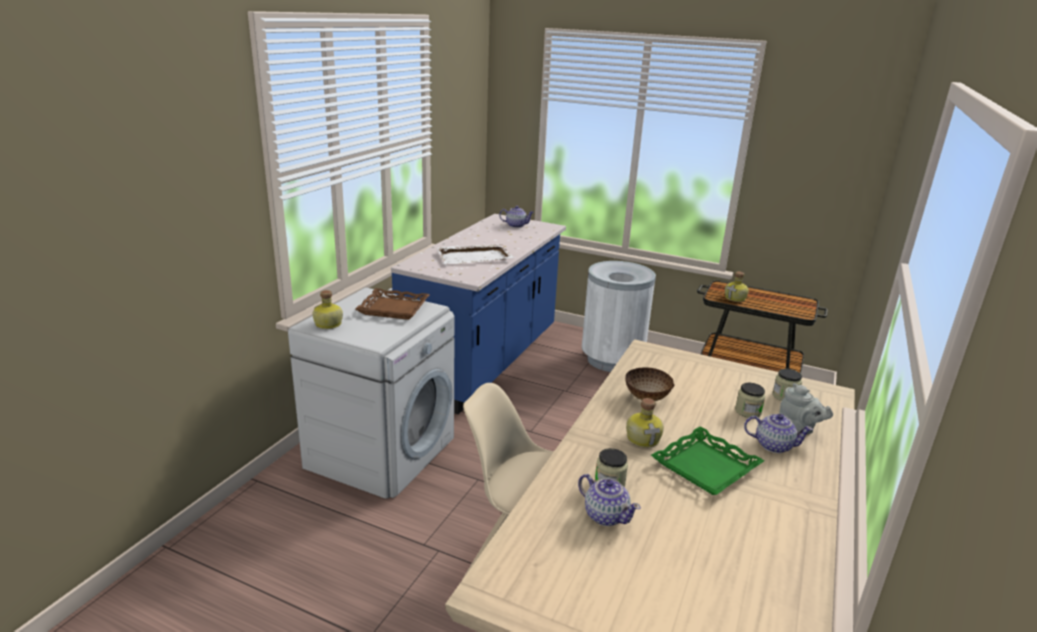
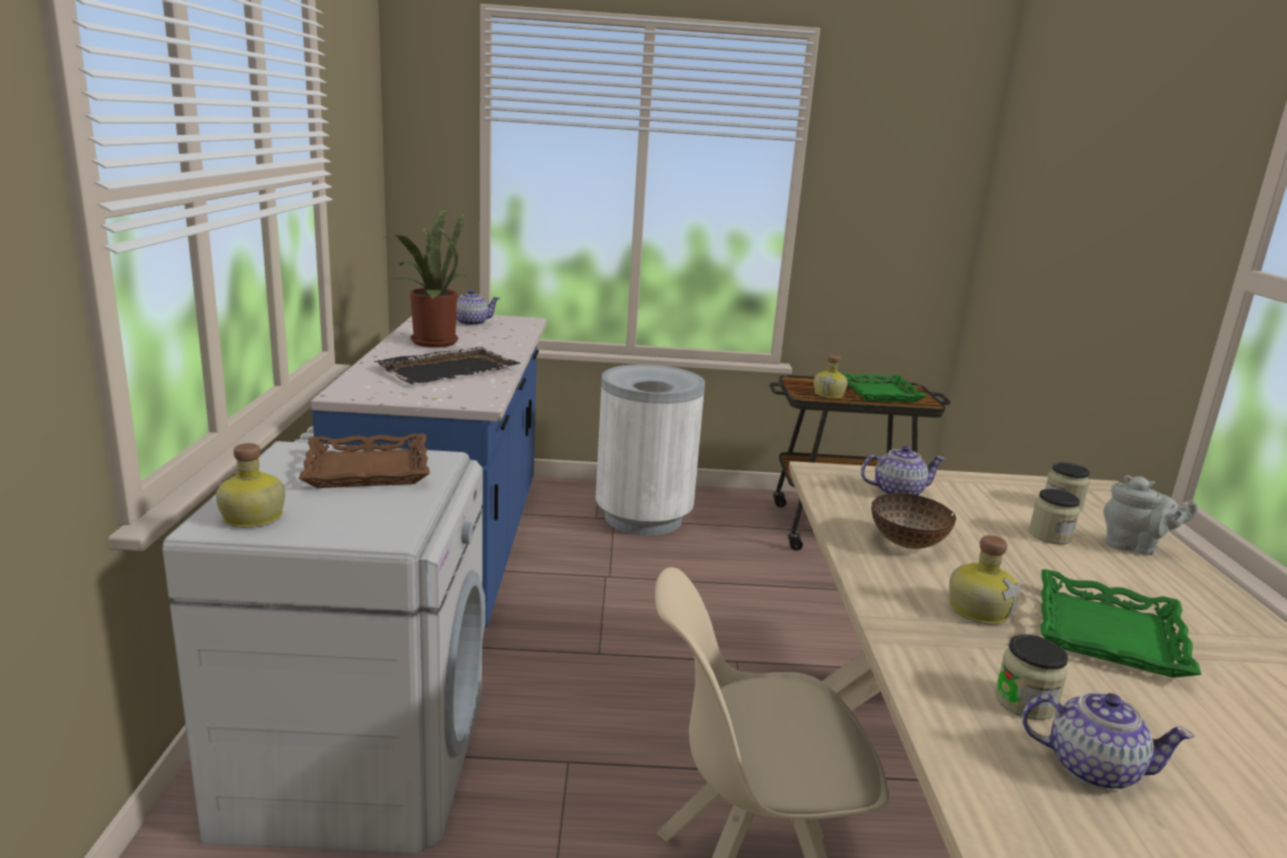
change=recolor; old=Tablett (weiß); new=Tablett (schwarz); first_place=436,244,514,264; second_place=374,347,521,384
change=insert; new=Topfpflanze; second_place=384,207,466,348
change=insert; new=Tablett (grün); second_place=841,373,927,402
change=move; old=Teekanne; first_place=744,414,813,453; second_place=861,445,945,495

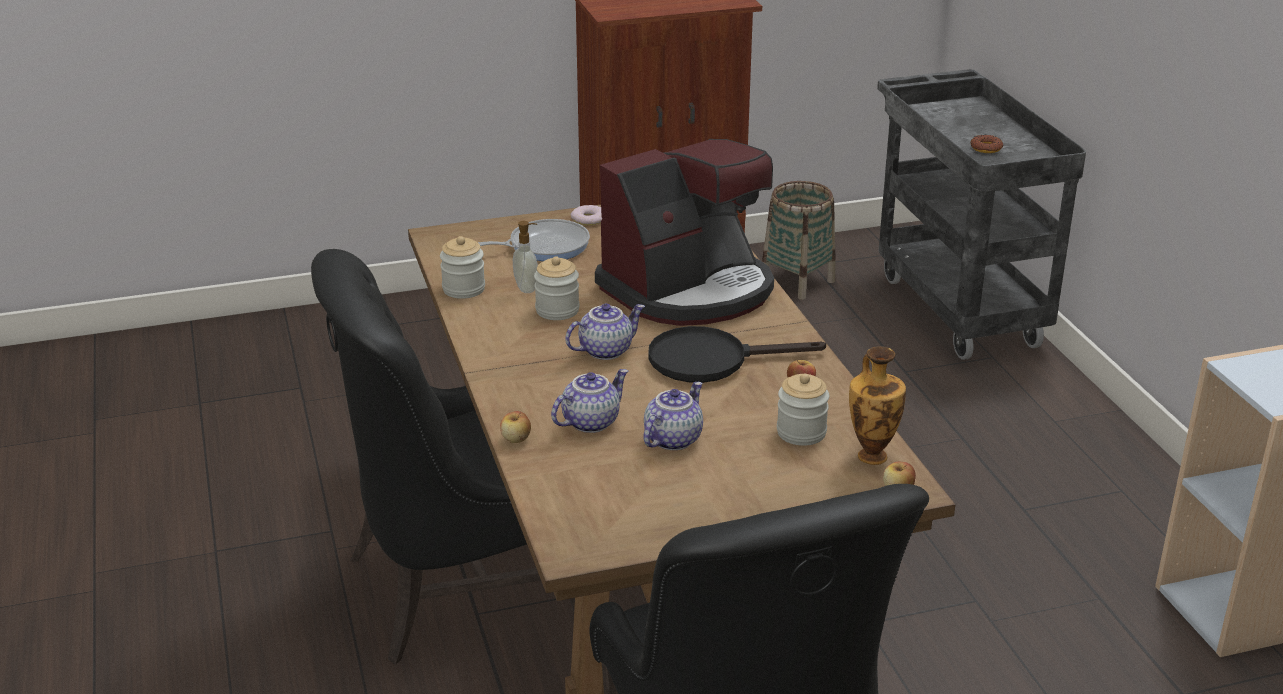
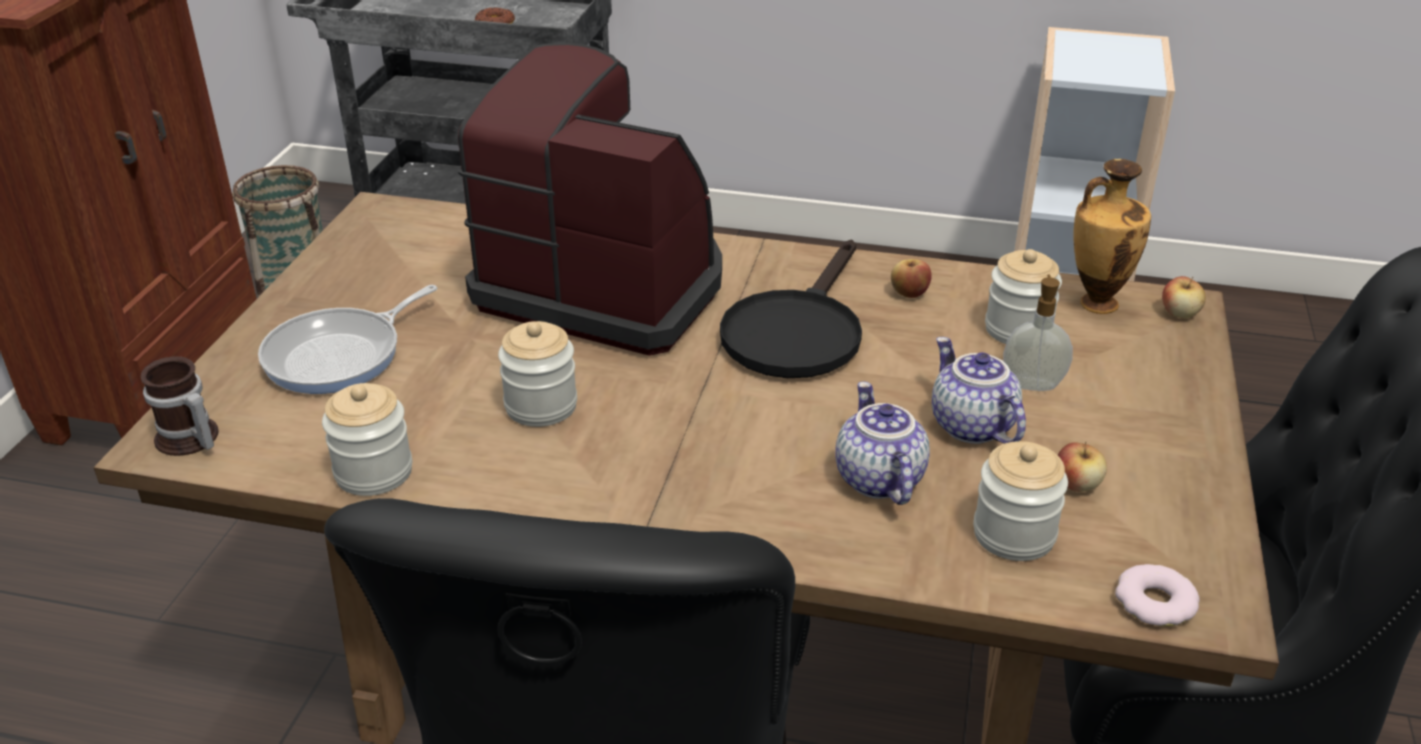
change=insert; new=Henkelbecher; second_place=141,356,219,456
change=rotate; old=Pfanne; first_place=478,219,590,261; second_place=258,285,438,394; degrees=-150
change=rotate; old=Kaffeemaschine; first_place=595,139,774,326; second_place=458,43,722,356; degrees=-60
change=insert; new=Vorratsglas; second_place=973,441,1068,561
change=move; old=Seifenspender; first_place=513,221,538,293; second_place=1003,274,1073,391
change=move; old=Apfel; first_place=500,411,531,443; second_place=1058,442,1107,492
change=move; old=Donut; first_place=571,205,602,225; second_place=1115,564,1200,627
change=delete; old=Teekanne; first_place=565,303,645,360

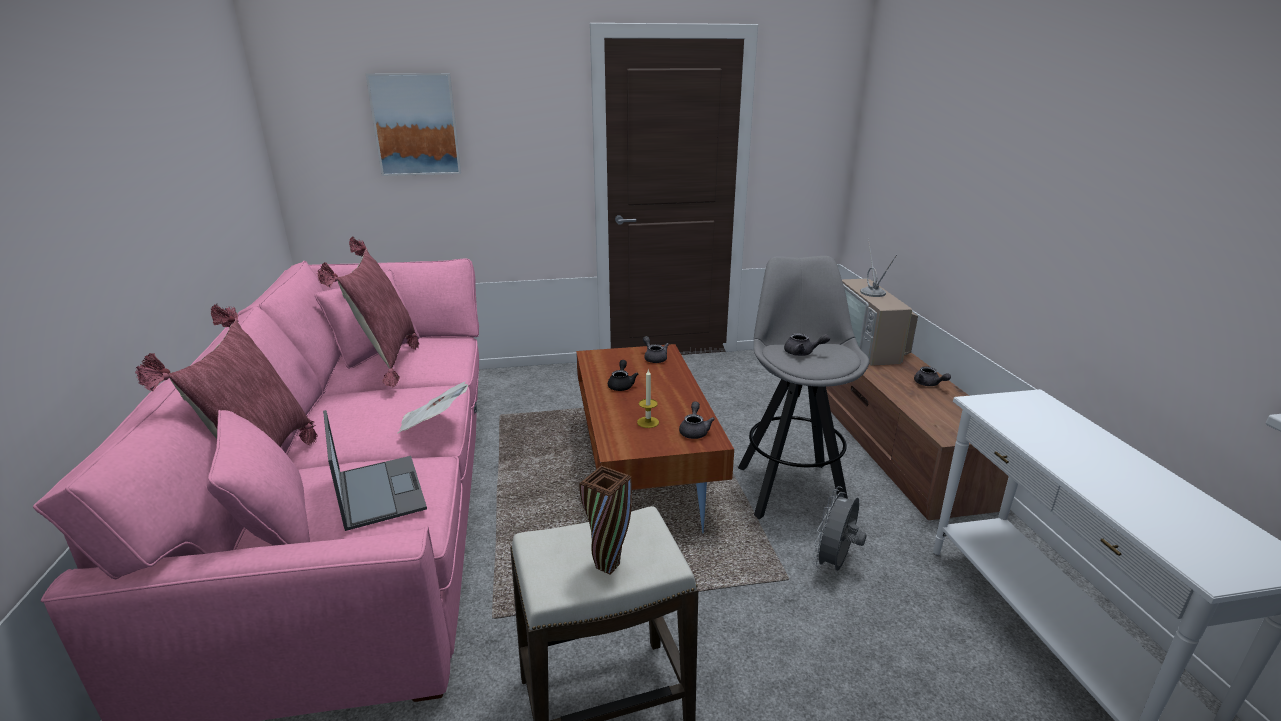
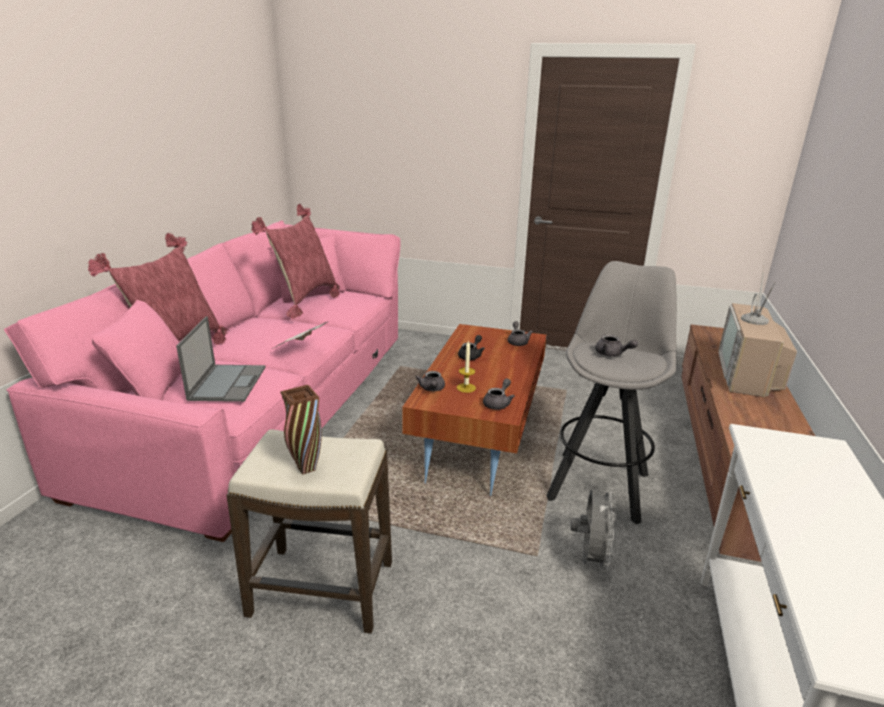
change=move; old=Teekanne (grau); first_place=914,366,951,386; second_place=416,371,445,391
change=rotate; old=Ventilator (grau); first_place=812,486,866,571; second_place=571,487,616,572; degrees=135
change=delete; old=Bild; first_place=366,73,461,176

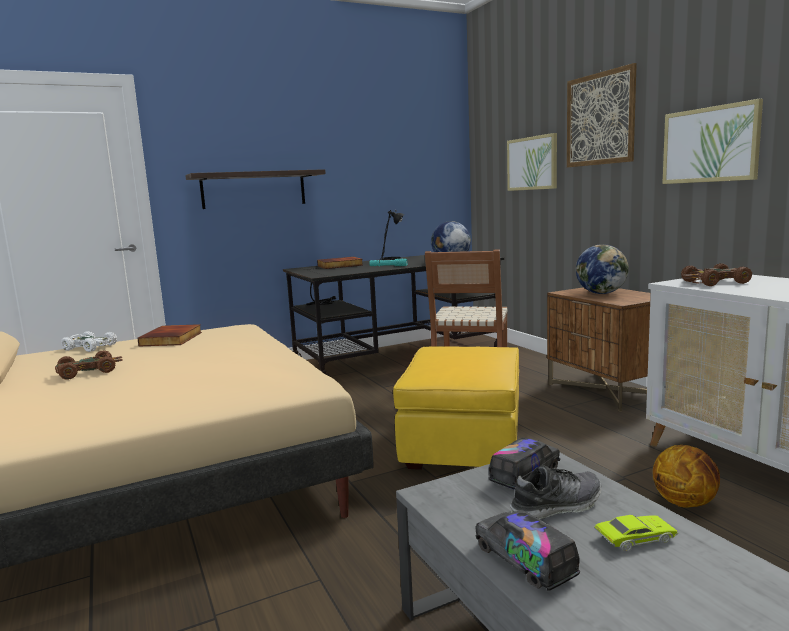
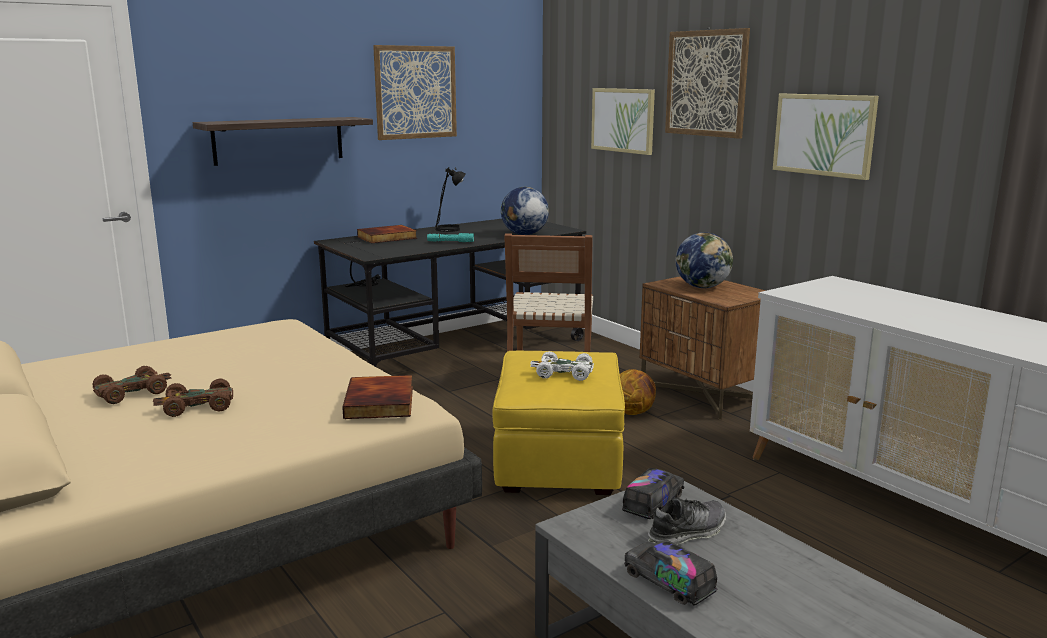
change=move; old=Spielzeugauto (braun); first_place=681,263,752,286; second_place=153,379,233,417
change=move; old=Buch; first_place=137,324,202,346; second_place=342,375,413,419
change=insert; new=Bild; second_place=373,43,457,140
change=move; old=Spielzeugauto (weiß); first_place=61,331,117,352; second_place=530,351,594,381
change=move; old=Basketball; first_place=653,445,720,508; second_place=620,369,656,415
change=delete; old=Spielzeugauto (grün); first_place=594,515,678,552

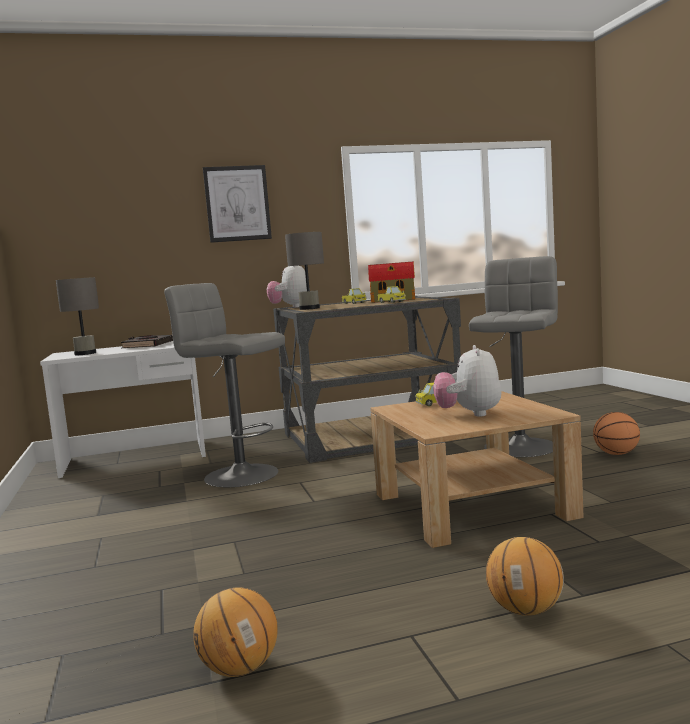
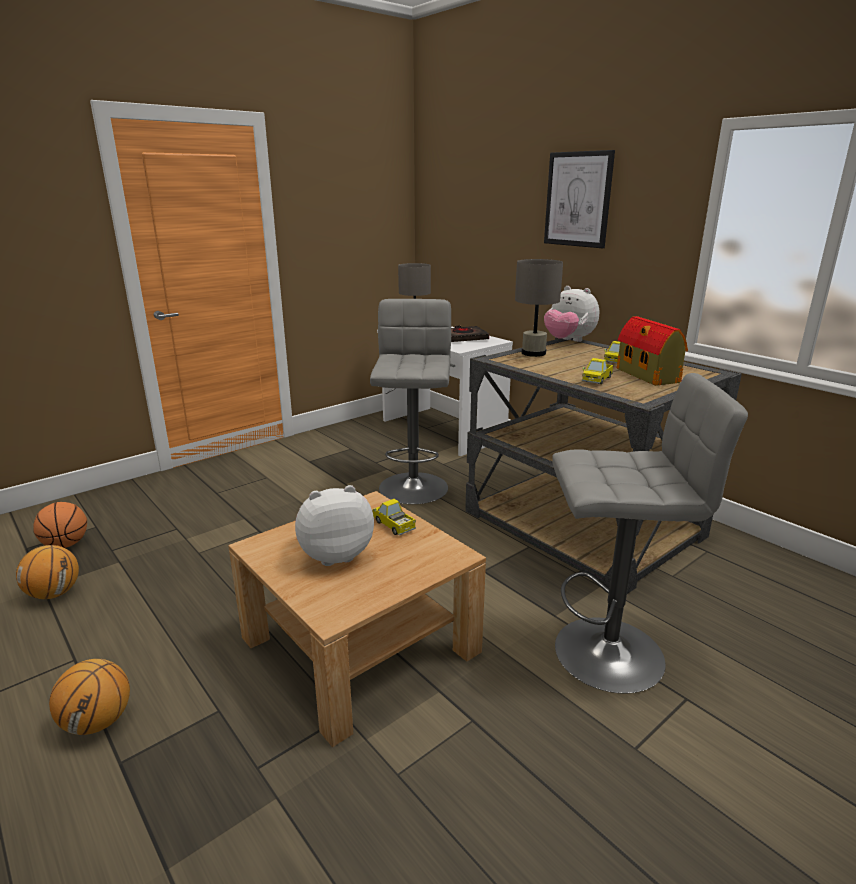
change=move; old=Basketball; first_place=593,412,640,455; second_place=33,502,87,548
change=rotate; old=Plüschtier; first_place=267,266,310,308; second_place=544,286,599,342; degrees=-105

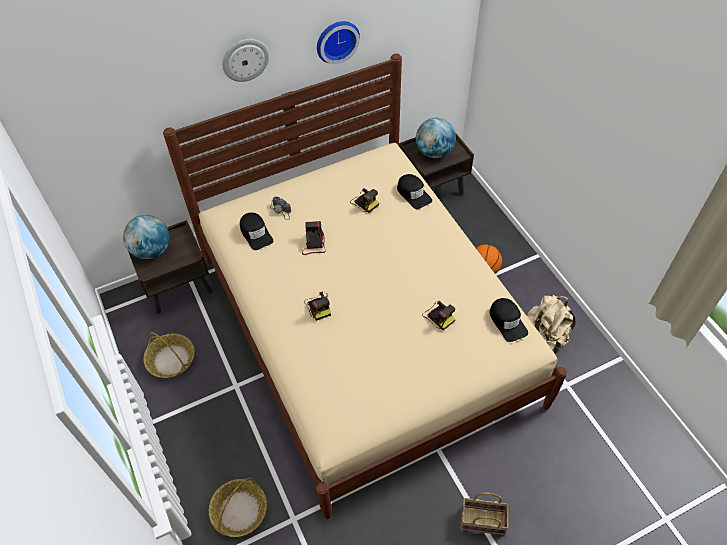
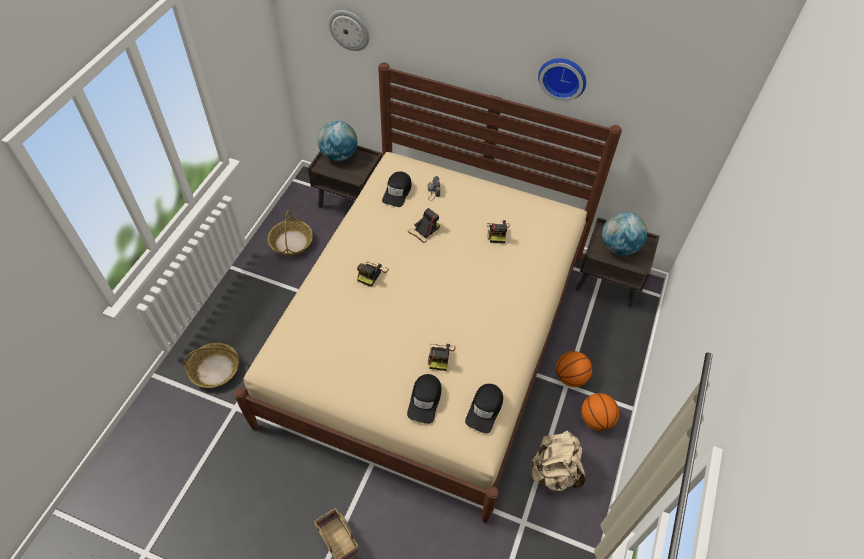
change=move; old=Wanduhr; first_place=222,39,269,82; second_place=328,10,369,51
change=move; old=Kappe (schwarz); first_place=397,174,432,209; second_place=407,374,441,424
change=insert; new=Basketball; second_place=581,393,619,431

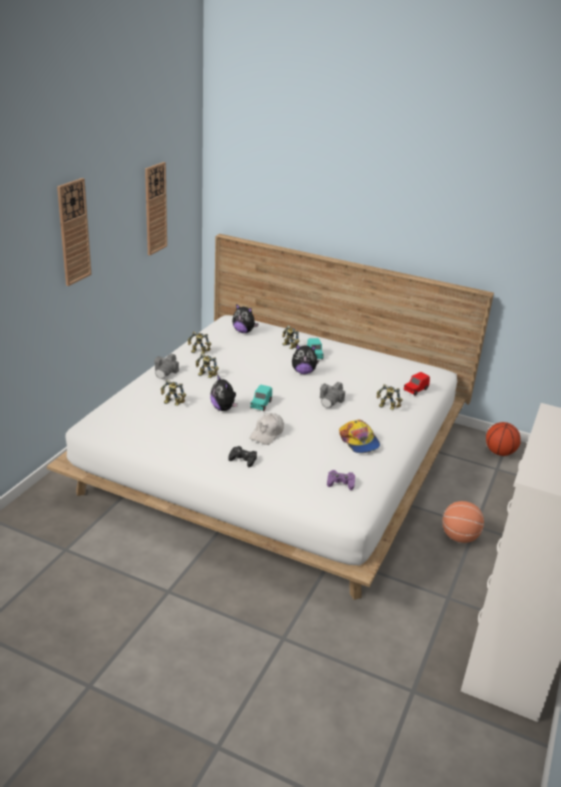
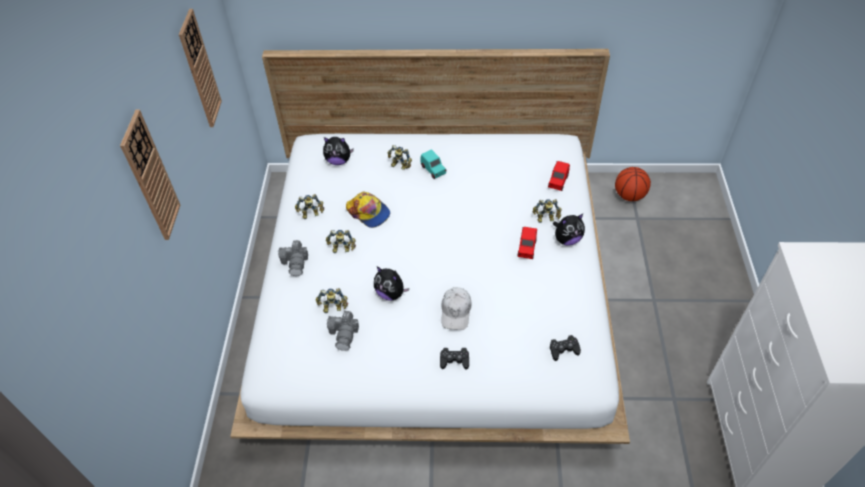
change=move; old=Kamera; first_place=320,382,345,408; second_place=327,311,359,351
change=move; old=Kappe; first_place=339,420,380,453; second_place=346,191,390,228
change=insert; new=Spielzeugauto (rot); second_place=518,227,537,259
change=recolor; old=Gamepad (lila); new=Gamepad (schwarz); first_place=327,470,355,490; second_place=550,335,581,361
change=move; old=Plüschtier; first_place=292,344,319,374; second_place=553,213,585,246
change=delete; old=Spielzeugauto (türkis); first_place=250,385,272,411
change=delete; old=Basketball; first_place=443,501,484,543

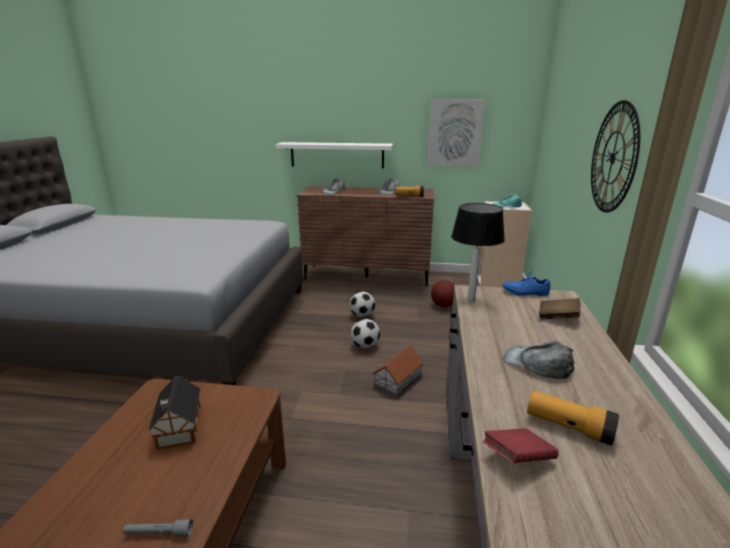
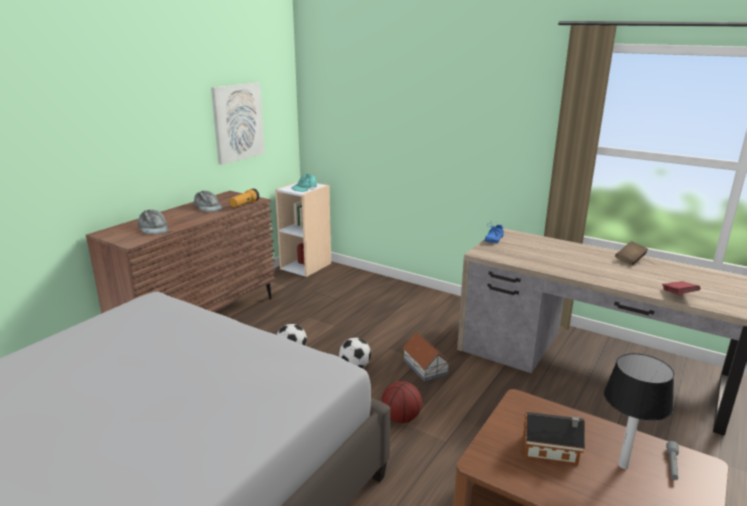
change=move; old=Basketball; first_place=431,280,455,307; second_place=381,381,422,423
change=move; old=Tischlampe; first_place=451,203,505,302; second_place=604,353,674,469
change=move; old=Buch (braun); first_place=539,298,581,319; second_place=615,241,648,265
change=delete; old=Wandregal (weiß); first_place=276,142,393,168
change=delete; old=Kappe (grau); first_place=503,341,575,379
change=delete; old=Taschenlampe; first_place=527,391,619,446
change=delete; old=Wanduhr; first_place=591,100,640,212

